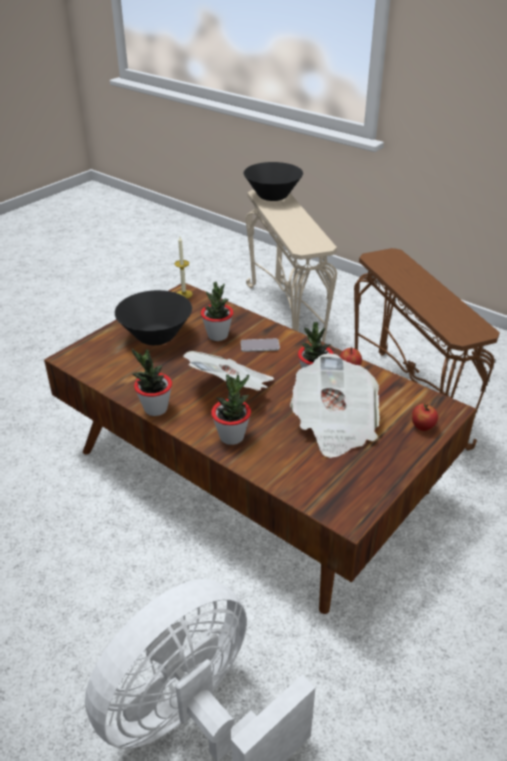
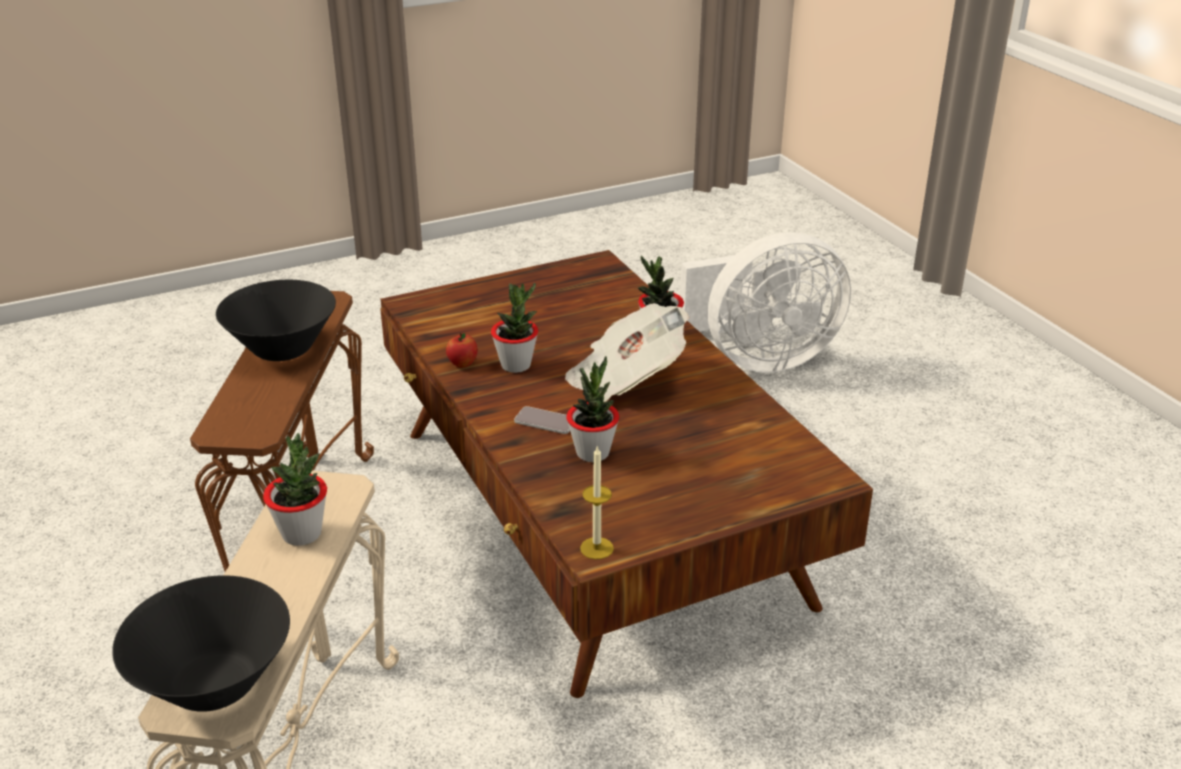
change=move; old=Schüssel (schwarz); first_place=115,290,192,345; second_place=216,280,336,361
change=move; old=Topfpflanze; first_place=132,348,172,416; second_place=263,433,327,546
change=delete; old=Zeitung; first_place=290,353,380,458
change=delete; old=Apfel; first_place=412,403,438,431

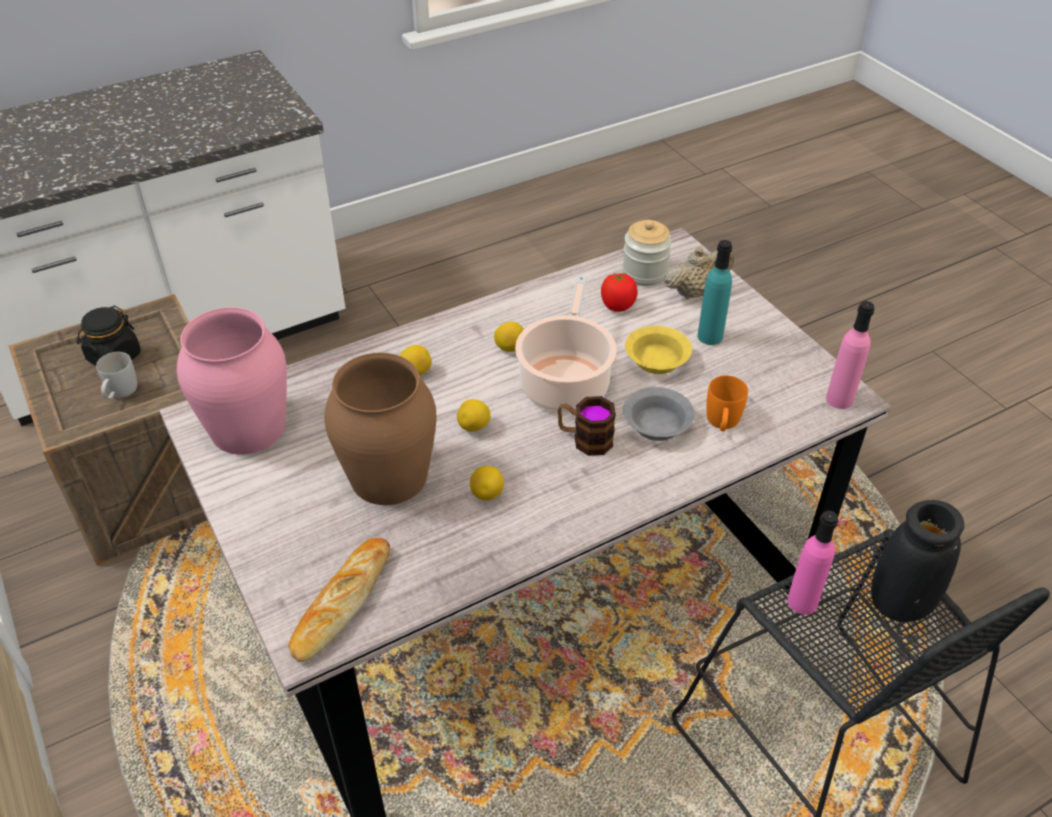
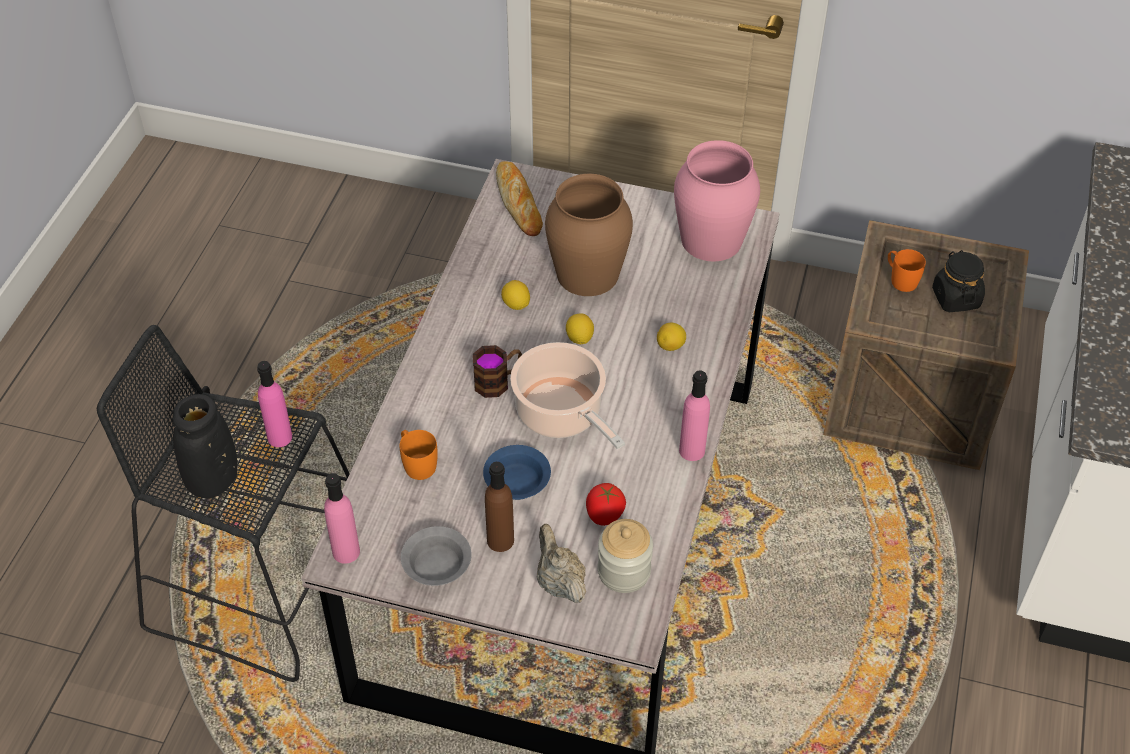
change=move; old=Schüssel (grau); first_place=623,387,695,441; second_place=401,526,472,586
change=recolor; old=Schüssel (gelb); new=Schüssel (blau); first_place=625,326,692,374; second_place=483,445,551,500
change=recolor; old=Flasche (türkis); new=Flasche (braun); first_place=697,240,732,345; second_place=485,462,514,552
change=rotate; old=Teekanne (beige); first_place=664,247,734,299; second_place=537,524,586,603; degrees=135
change=insert; new=Flasche (rosa); second_place=679,370,710,461
change=recolor; old=Henkelbecher (weiß); new=Henkelbecher (orange); first_place=96,352,137,399; second_place=888,249,926,292
change=delete; old=Zitrone; first_place=494,322,524,352

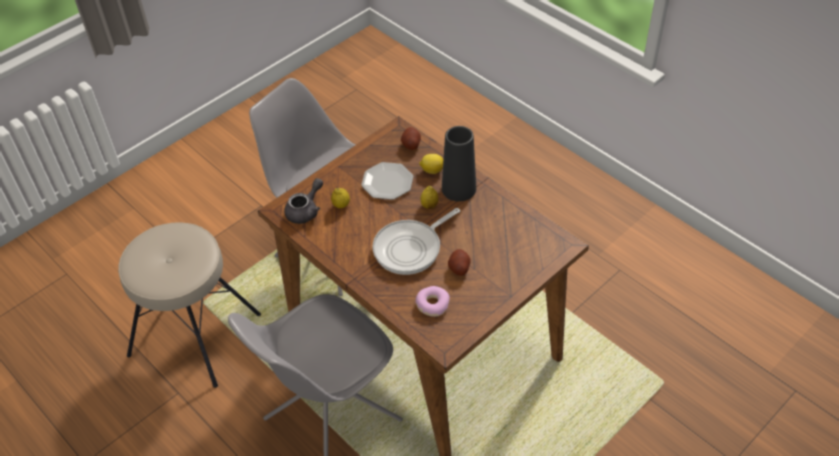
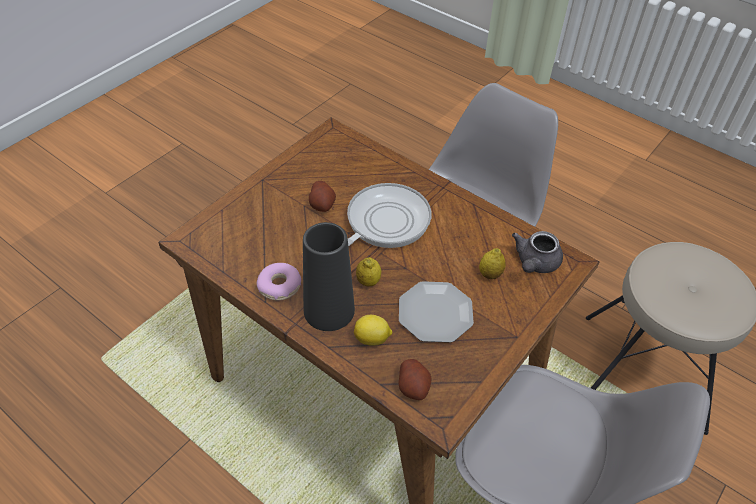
change=move; old=Donut; first_place=416,286,450,317; second_place=257,263,301,301

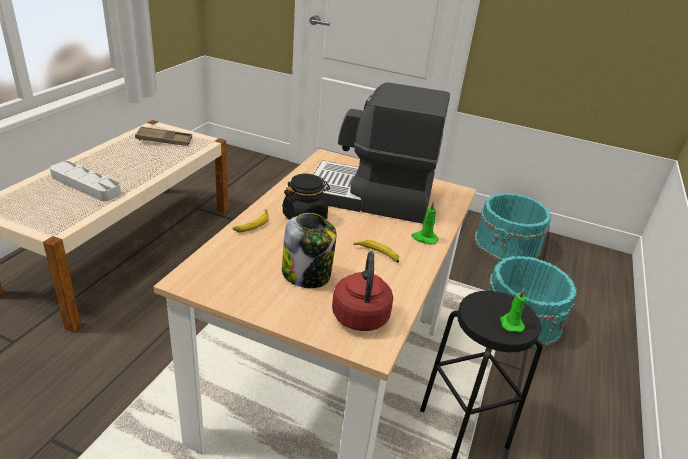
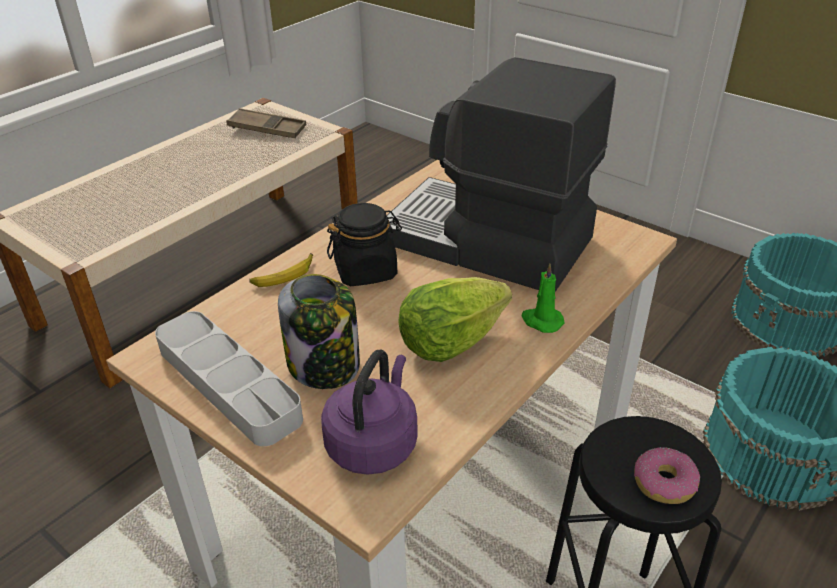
change=move; old=Tablett (grau); first_place=50,161,121,201; second_place=155,311,303,446
change=recolor; old=Wasserkessel (rot); new=Wasserkessel (lila); first_place=332,251,393,331; second_place=321,350,418,475
change=replace; old=Banane; new=Salatkopf; first_place=354,239,399,263; second_place=398,277,512,362
change=replace; old=Kerze (grün); new=Donut; first_place=500,289,525,332; second_place=634,447,701,504

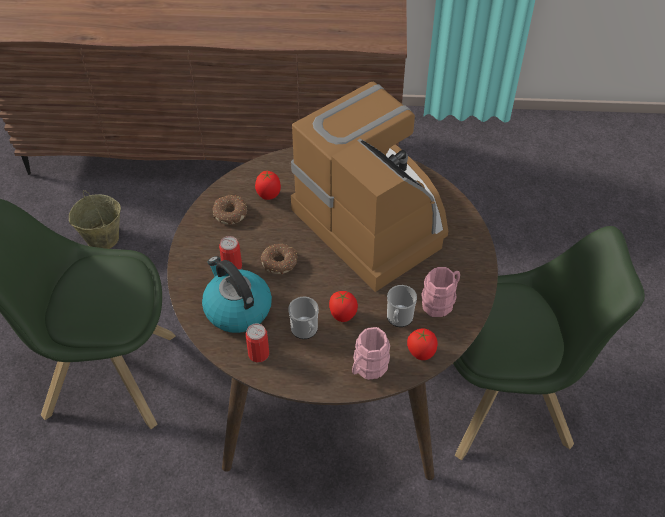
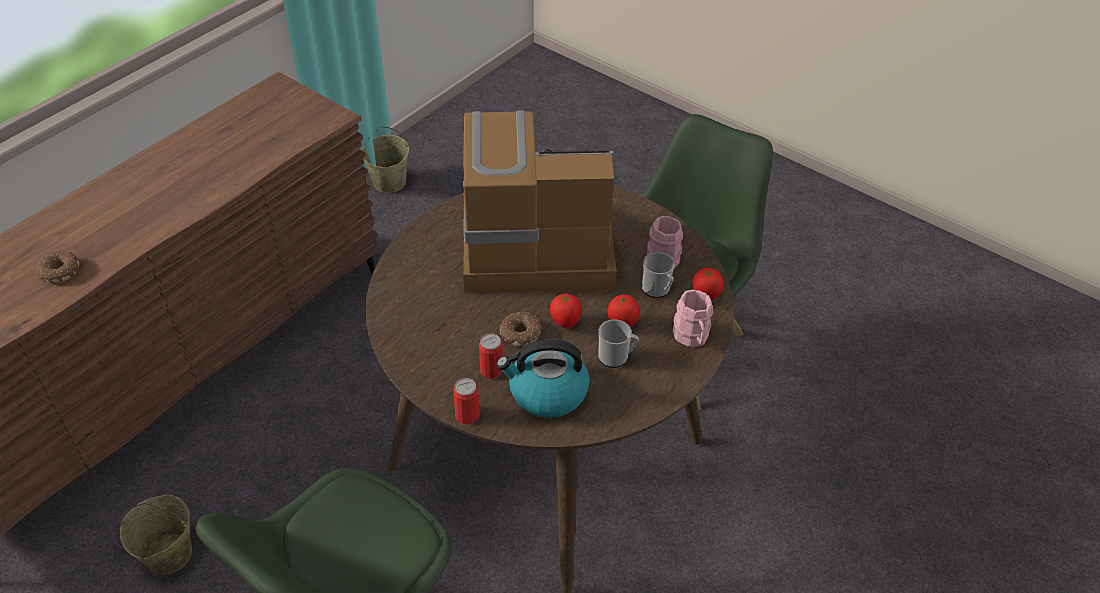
change=move; old=Donut; first_place=213,195,247,225; second_place=34,250,79,283
change=insert; new=Eimer (beige); second_place=362,126,409,193
change=move; old=Dose; first_place=246,323,269,362; second_place=453,378,480,424
change=move; old=Tomate; first_place=255,171,281,200; second_place=550,293,582,328

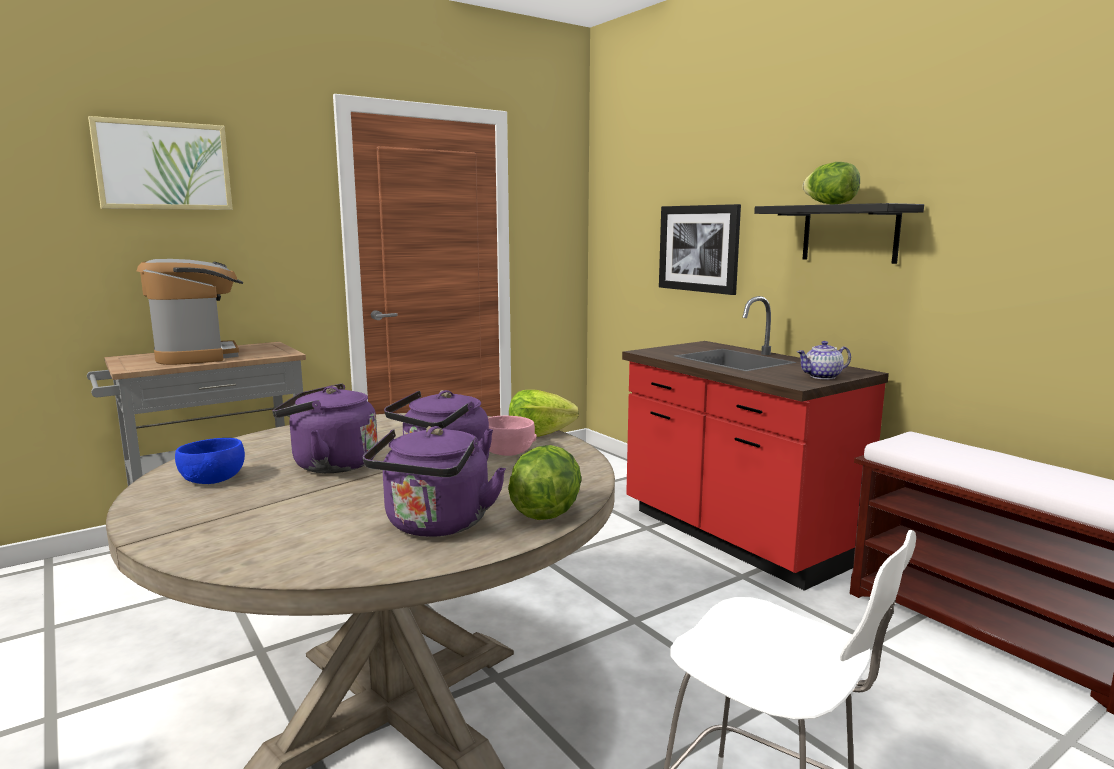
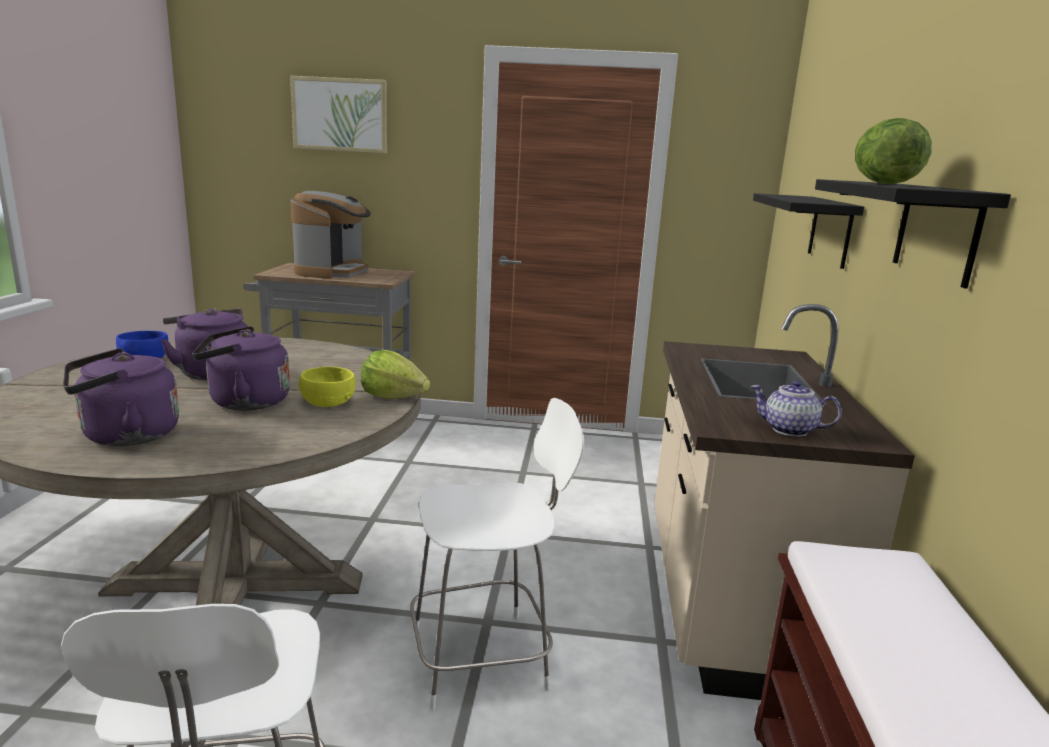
change=recolor; old=Schüssel (rosa); new=Schüssel (gelb); first_place=488,416,537,456; second_place=299,367,356,407
change=insert; new=Stuhl (weiß); second_place=410,398,584,711
change=recolor; old=Küchenzeile (rot); new=Küchenzeile (beige); first_place=622,296,889,591; second_place=654,304,915,700
change=replace; old=Bild; new=Wandregal (schwarz); first_place=659,204,741,295; second_place=753,193,864,269
change=delete; old=Salatkopf; first_place=508,445,581,520

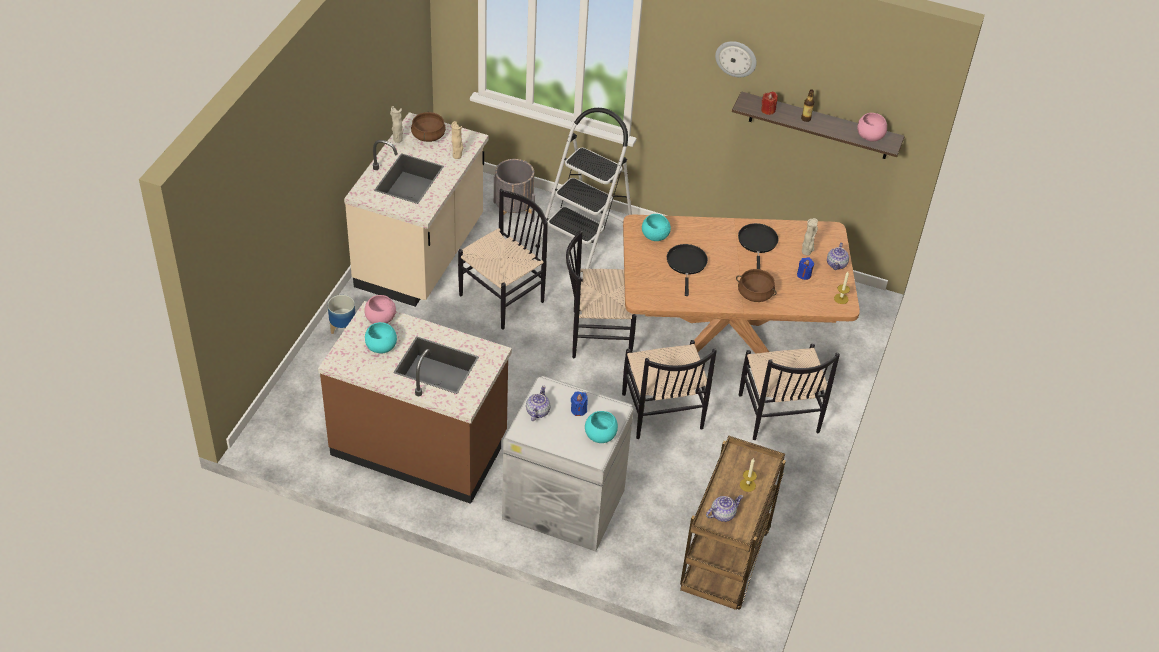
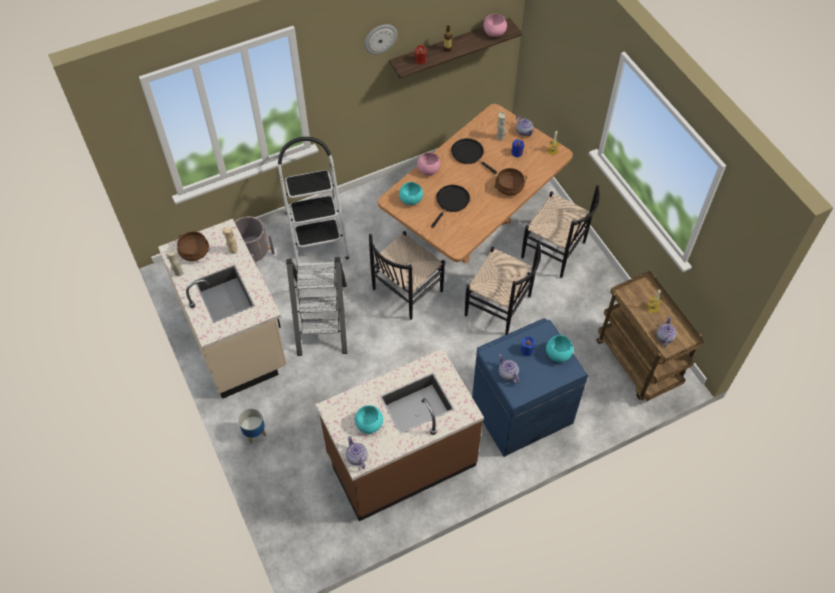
change=replace; old=Stuhl (schwarz); new=Trittleiter (grau); first_place=458,189,548,330; second_place=286,257,347,356
change=insert; new=Teekanne; second_place=346,436,367,469
change=move; old=Schüssel (rosa); first_place=364,295,396,324; second_place=417,152,440,175
change=rotate; old=Pfanne (schwarz); first_place=667,244,708,296; second_place=431,185,470,228; degrees=75
change=recolor; old=Waschmaschine (weiß); new=Waschmaschine (blau); first_place=502,376,634,552; second_place=472,318,588,457

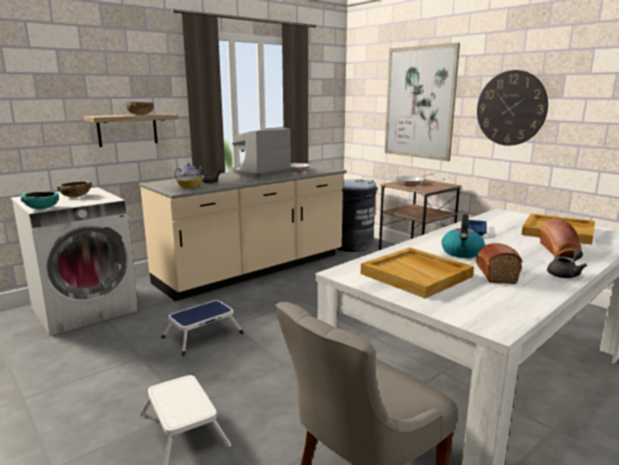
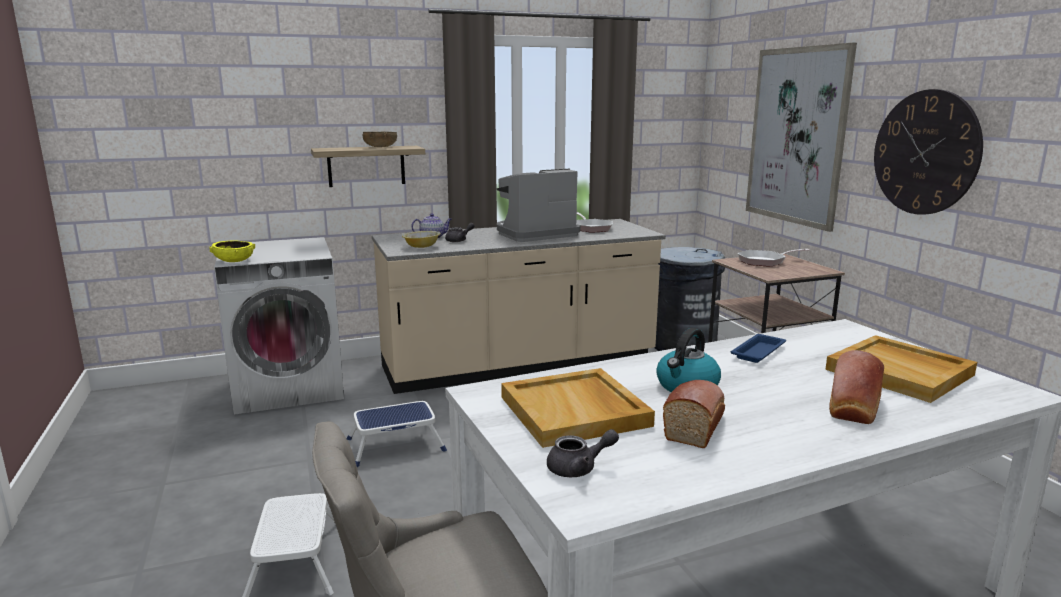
change=recolor; old=Schüssel (türkis); new=Schüssel (gelb); first_place=21,192,59,209; second_place=209,241,255,262
change=move; old=Teekanne (grau); first_place=547,250,587,278; second_place=547,429,619,477
change=delete; old=Schüssel (braun); first_place=57,181,92,197

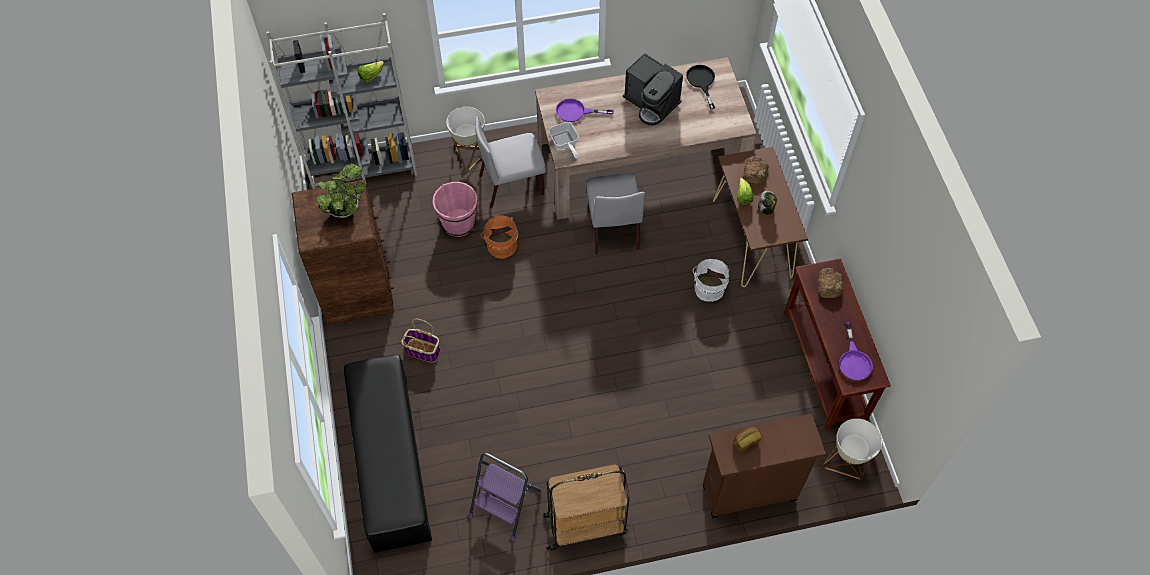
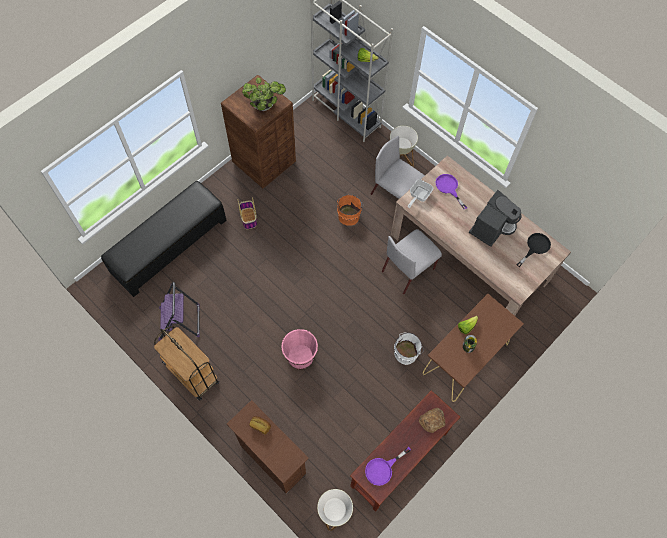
change=move; old=Eimer (rosa); first_place=433,182,477,237; second_place=281,329,318,370
change=rotate; old=Kaffeemaschine; first_place=623,53,683,126; second_place=468,190,522,247; degrees=-150
change=delete; old=Brot; first_place=743,156,769,184

